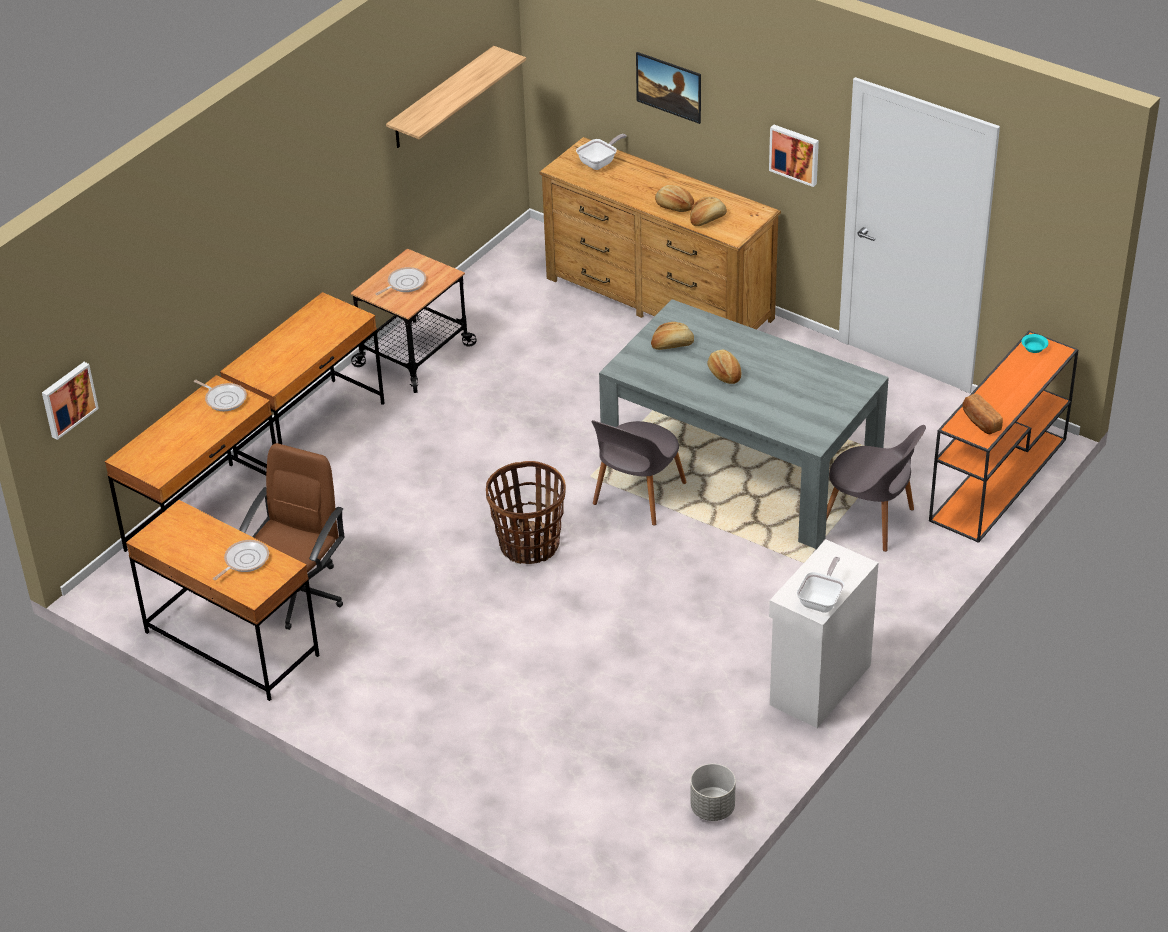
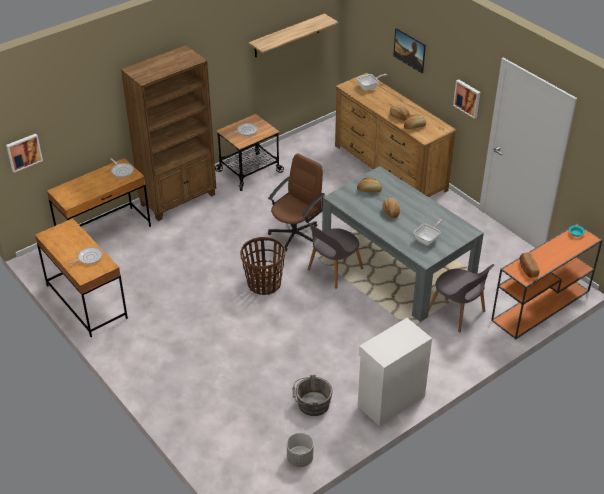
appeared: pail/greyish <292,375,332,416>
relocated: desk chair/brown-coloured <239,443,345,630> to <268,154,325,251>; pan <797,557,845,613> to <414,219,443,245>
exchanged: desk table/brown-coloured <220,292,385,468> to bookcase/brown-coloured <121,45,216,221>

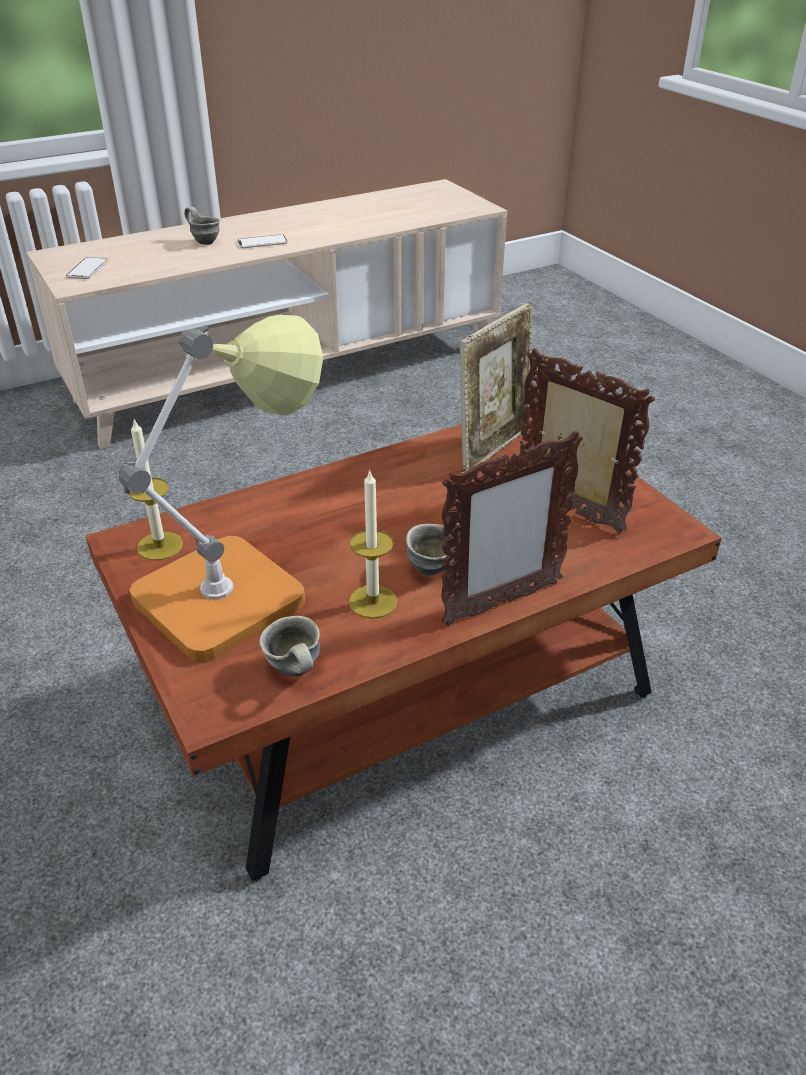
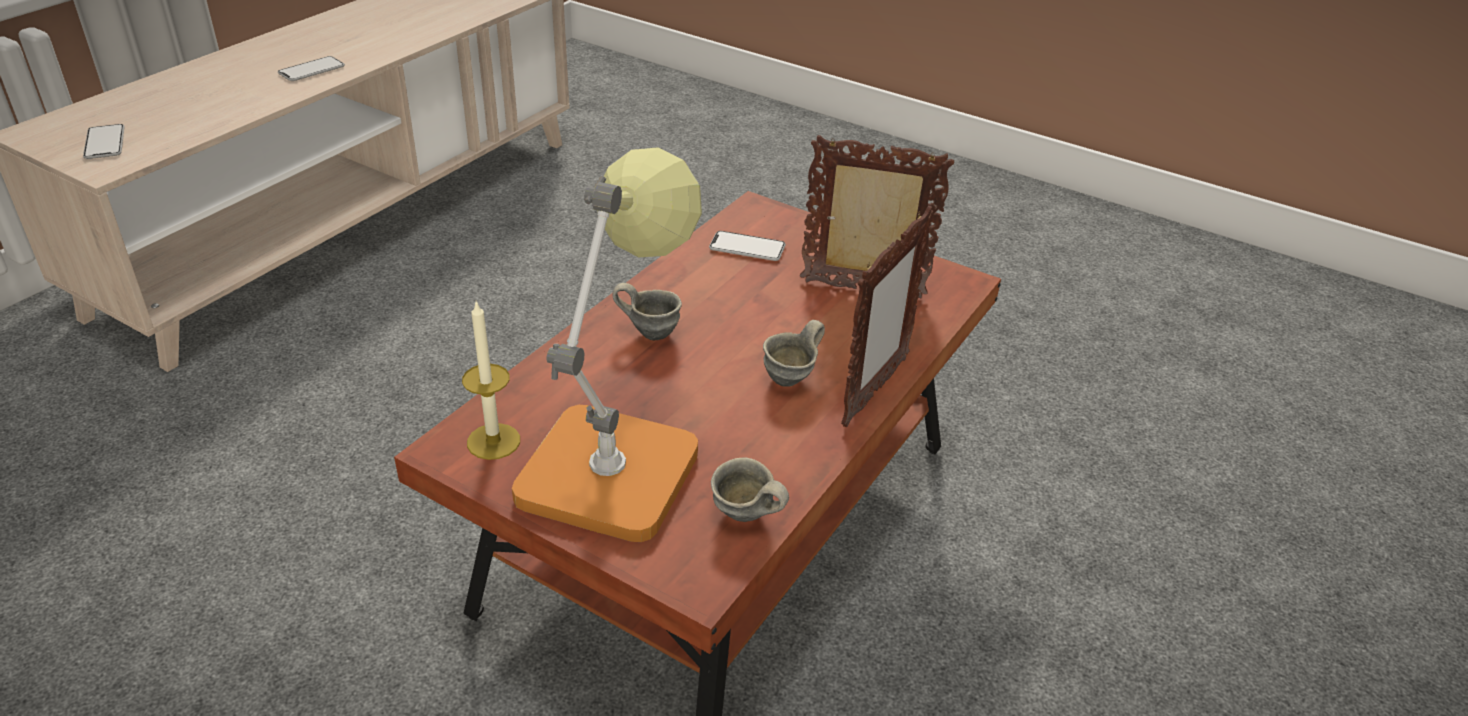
missing: candle <349,469,398,619>
relocated: tea mug/greyish <184,206,220,245> to <613,283,682,340>
exchanged: standing frame <460,302,533,471> to phone <709,231,786,261>

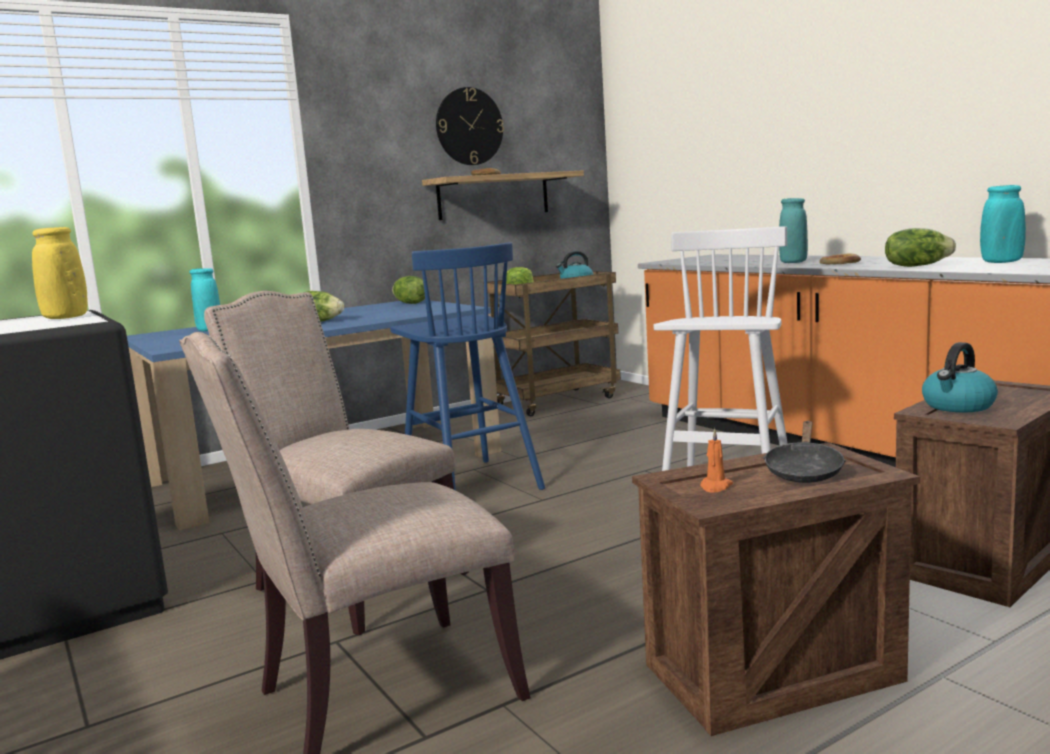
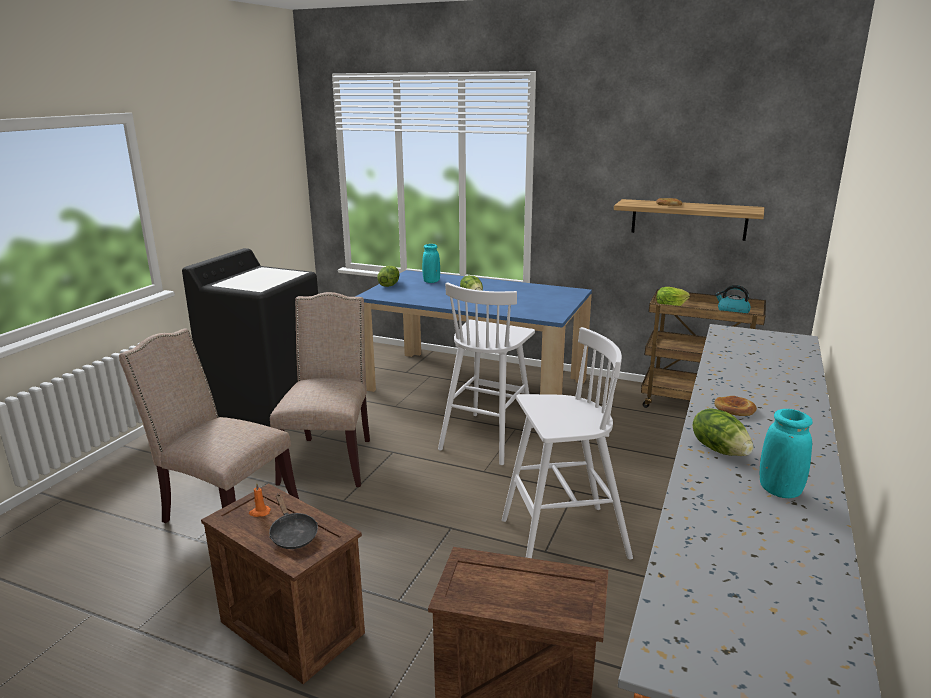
missing: decorative vase/yellow-coloured <32,227,87,319>; hanging clock <436,87,504,165>; decorative vase/turquoise <779,198,808,263>; tea kettle <922,342,998,412>
relocated: head of lettuce <392,276,425,304> to <377,266,399,287>
colour: stool seat/bluish <390,242,545,490> to stool seat/white-coloured <438,282,535,465>
spun: pan/black-coloured <763,421,846,483> = <269,493,318,549> 105 degrees counterclockwise

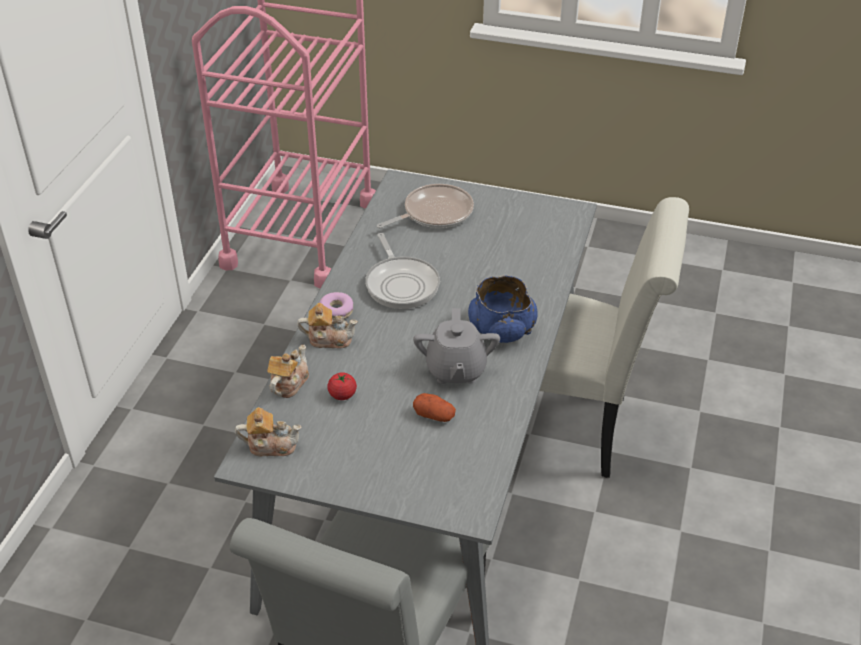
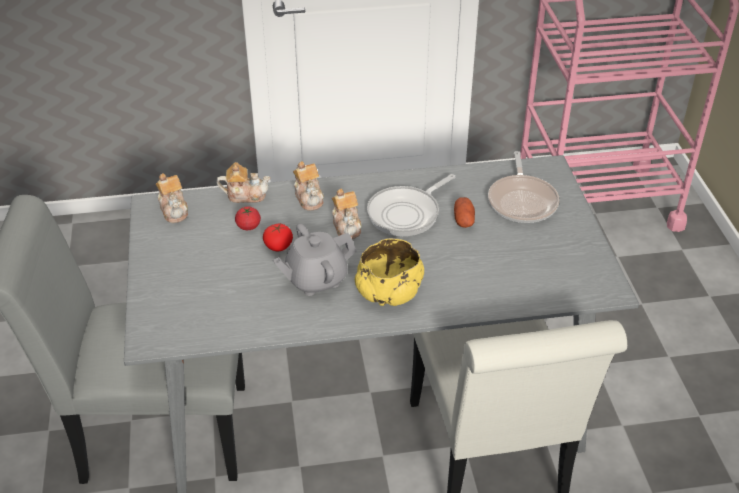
missing: doughnut <319,292,353,320>
appeared: whole tomato <263,224,293,251>; teapot <332,189,362,239>
relocated: spud <413,393,456,422> to <454,197,475,228>
colour: deep dish/bluish <468,275,538,343> to deep dish/yellow-coloured <355,238,424,306>
spun: pan <377,184,474,228> = <488,151,559,223> 60 degrees clockwise

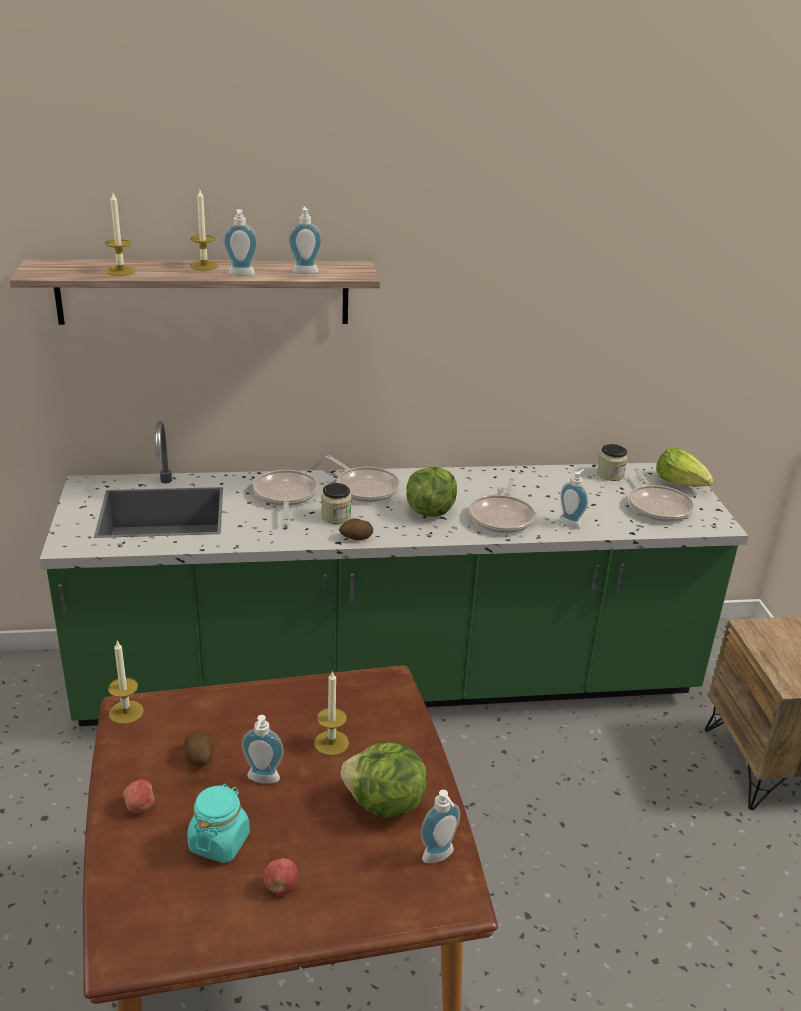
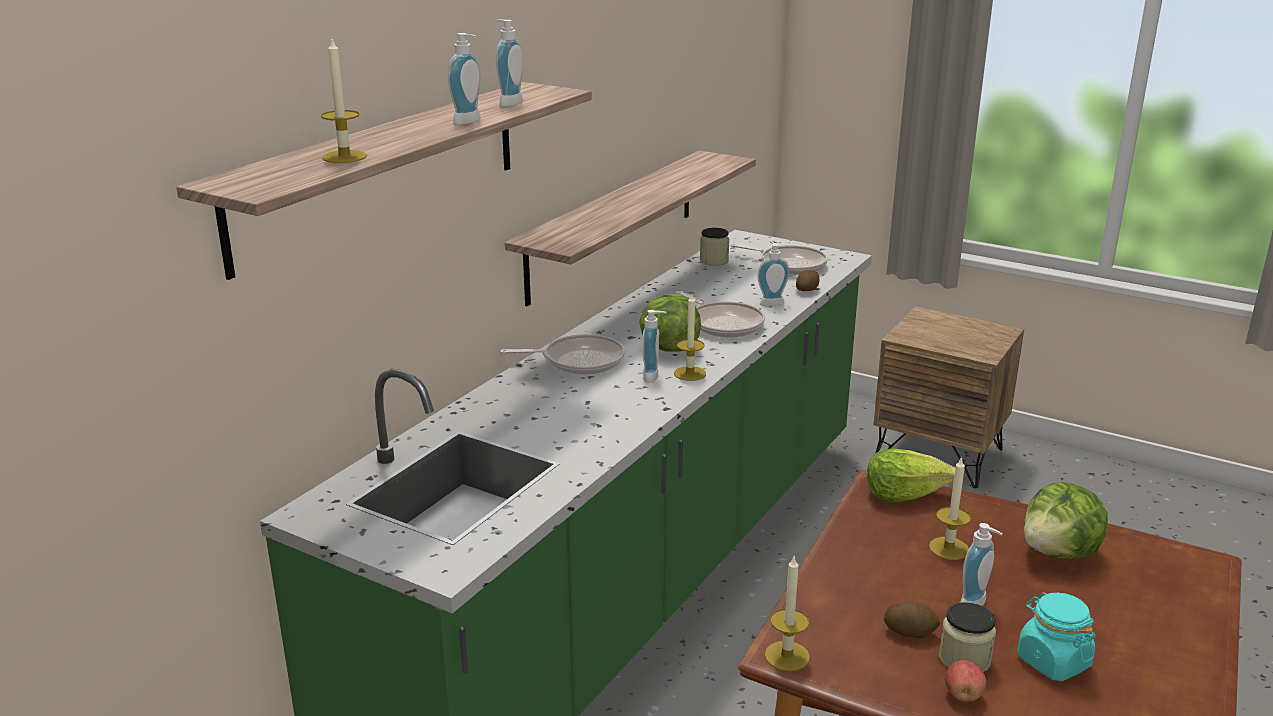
missing: pan <253,470,318,520>; whole apple <264,858,299,895>
appeared: wall shelf <505,151,756,306>
relocated: candle <190,190,218,270> to <674,294,706,381>; jar <321,483,351,524> to <939,602,996,672>; spud <339,518,373,540> to <796,270,820,291>; liquid soap bottle <421,790,460,863> to <643,310,666,383>; head of lettuce <657,448,714,486> to <867,449,955,502>

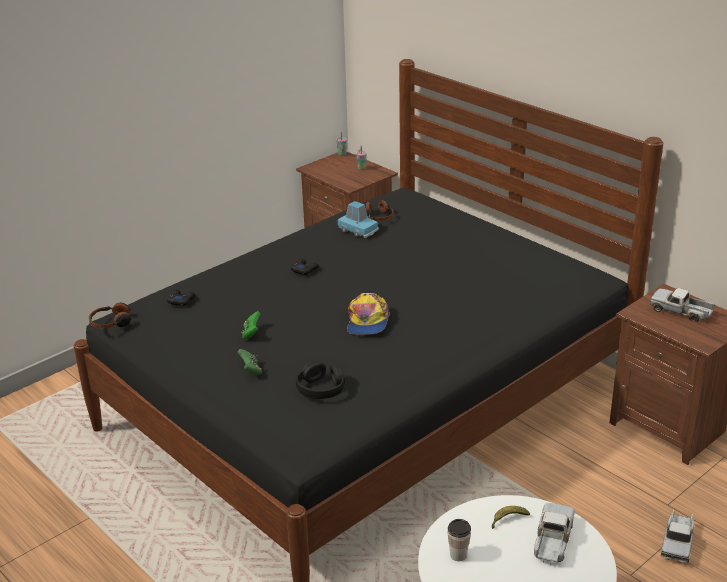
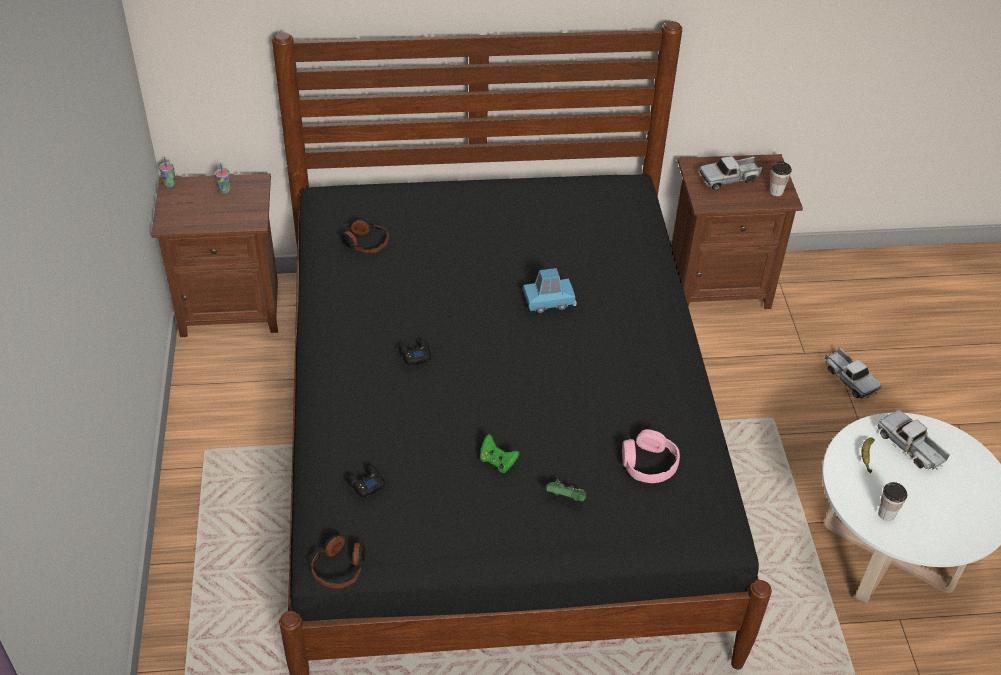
missing: cap <347,293,390,335>
appeared: drinking cup <770,161,792,196>
relocated: model car/bluish <338,201,379,238> to <523,268,577,313>
colour: headphones/black-coloured <296,361,345,399> to headphones/pink <622,429,680,483>

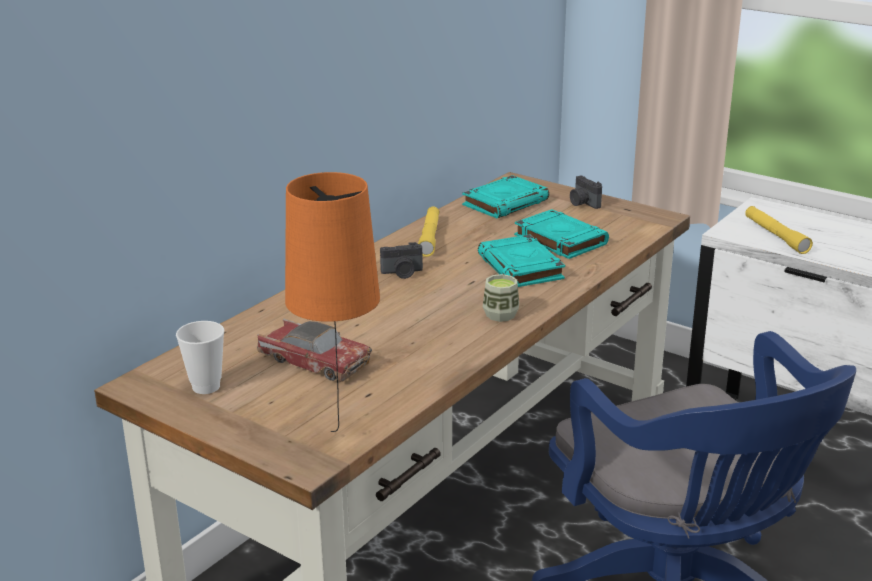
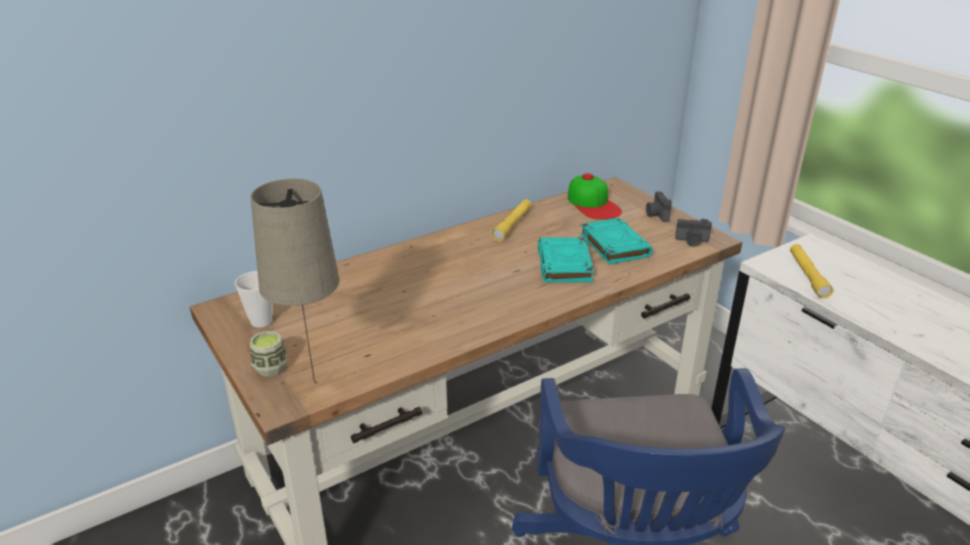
missing: model car <257,319,372,381>
relocated: photo camera <380,242,423,279> to <675,219,712,247>; drinking cup <483,274,519,322> to <250,331,287,377>
exchanged: book/turquoise <462,175,549,218> to cap <568,173,622,220>
colour: tabletop lamp/orange-coloured <285,172,380,432> to tabletop lamp/beige <251,179,339,384>

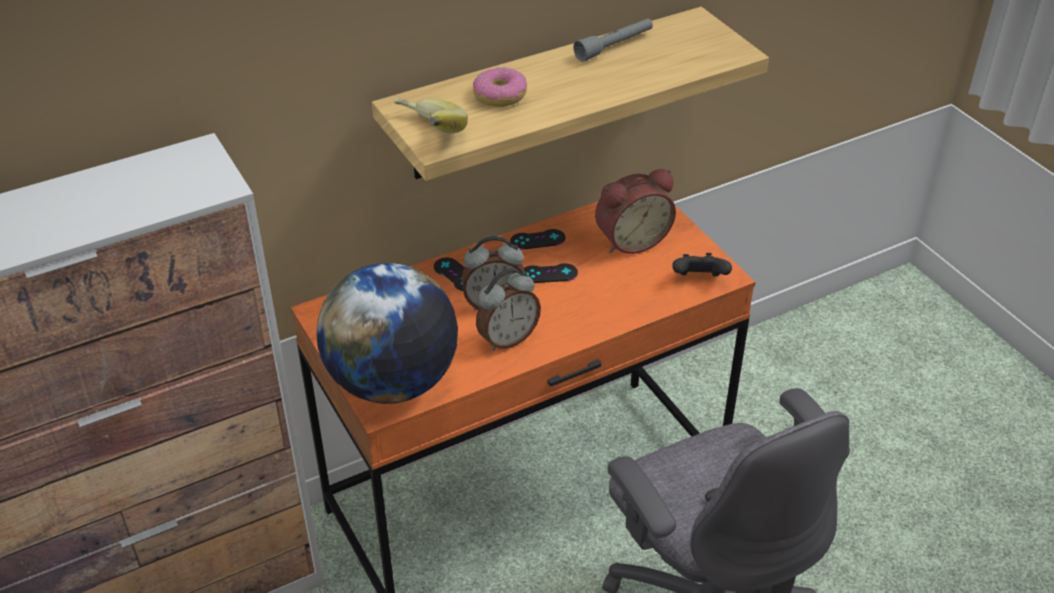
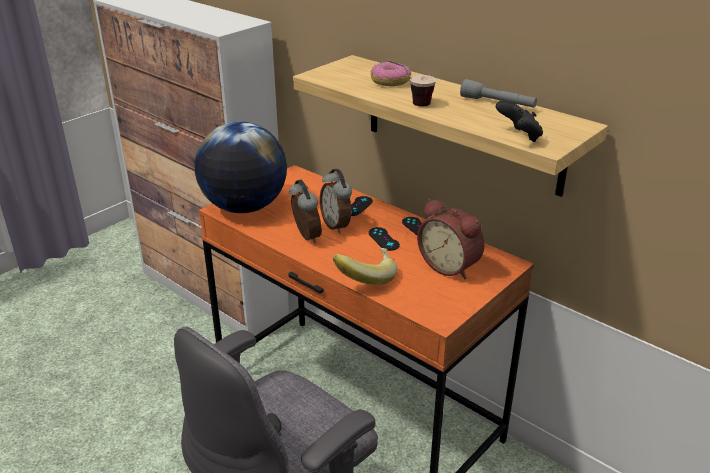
appeared: drinking cup <388,60,436,107>
relocated: banana fruit <394,97,468,133> to <333,248,398,285>; game controller/black-coloured <672,253,732,277> to <496,100,543,142>
spun: alarm clock <476,268,541,351> = <289,179,322,243> 150 degrees counterclockwise

